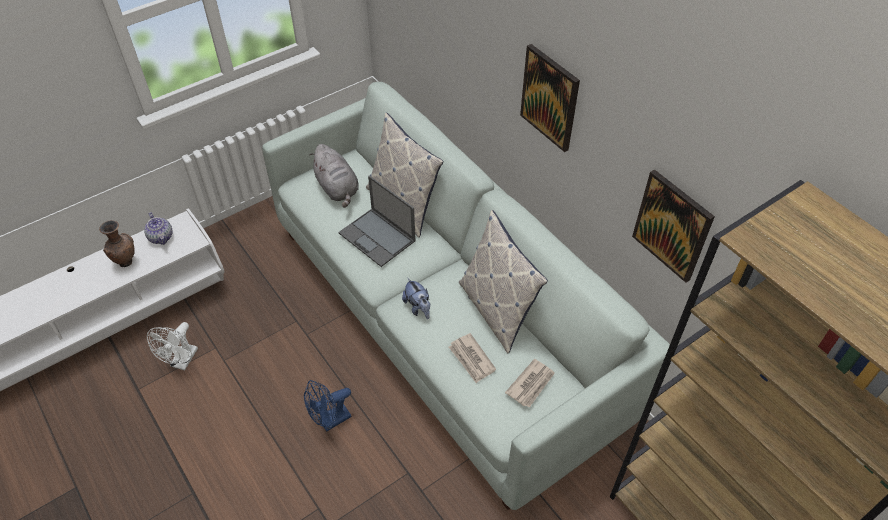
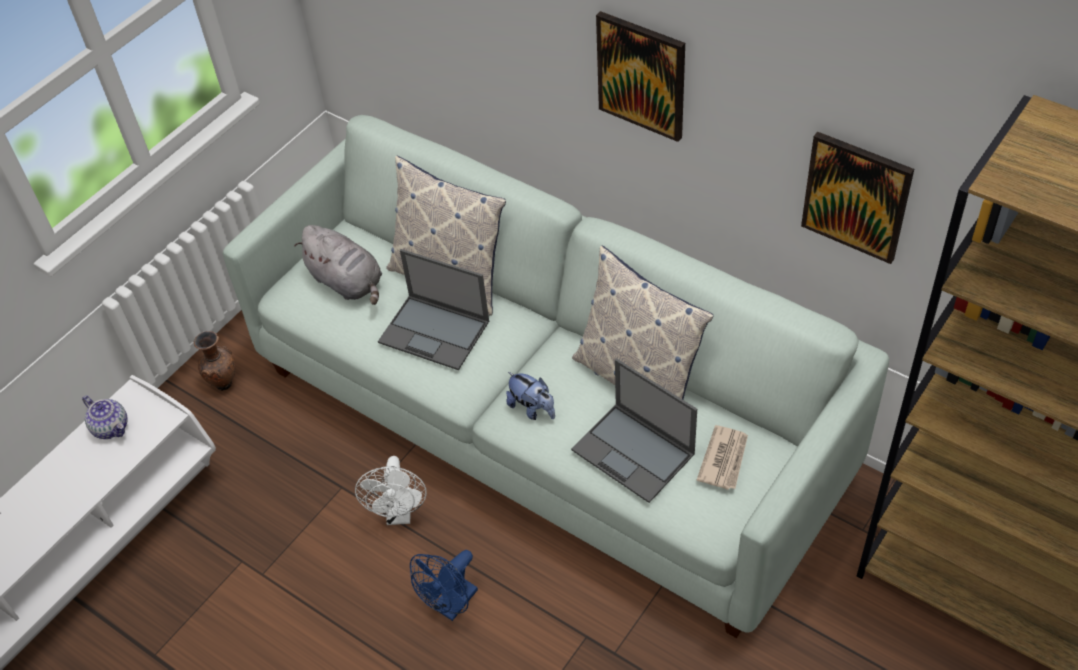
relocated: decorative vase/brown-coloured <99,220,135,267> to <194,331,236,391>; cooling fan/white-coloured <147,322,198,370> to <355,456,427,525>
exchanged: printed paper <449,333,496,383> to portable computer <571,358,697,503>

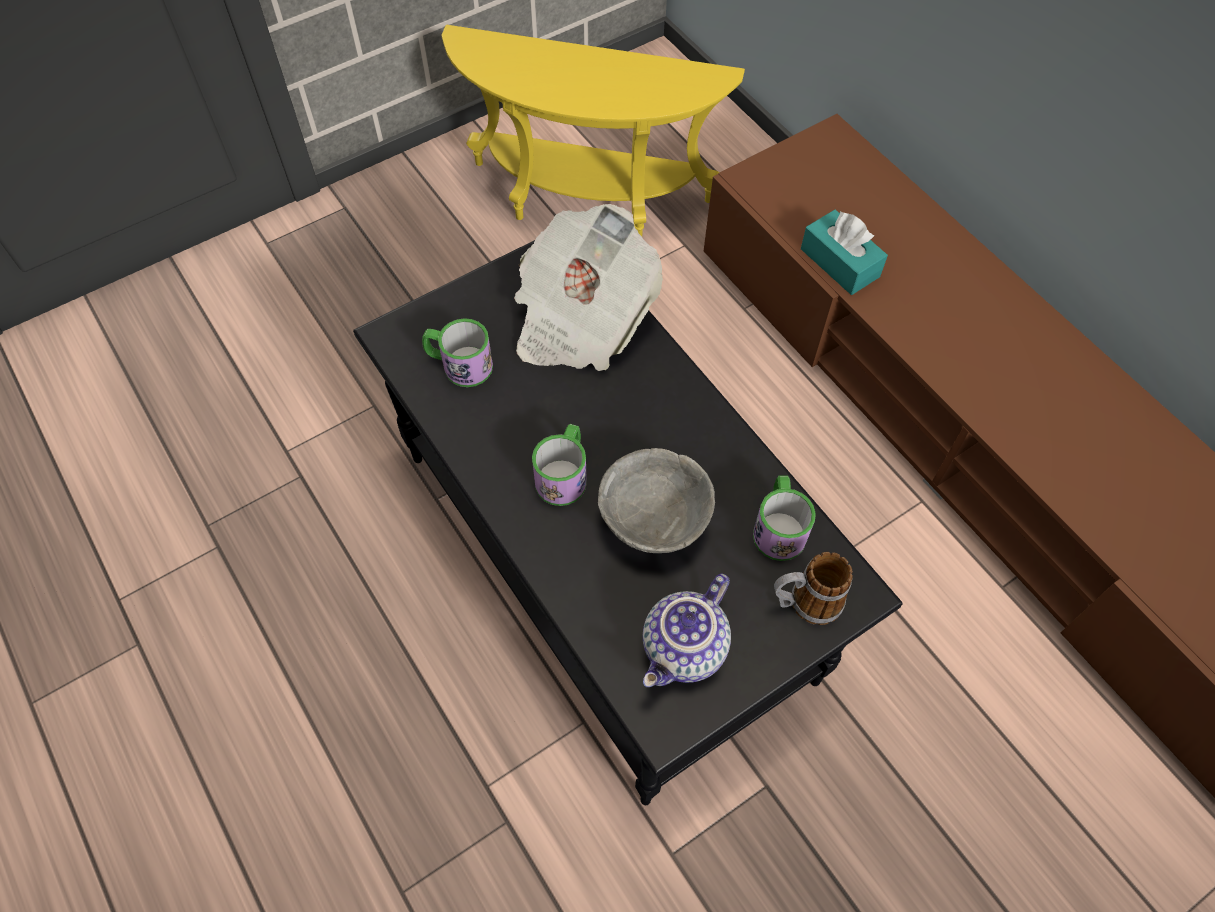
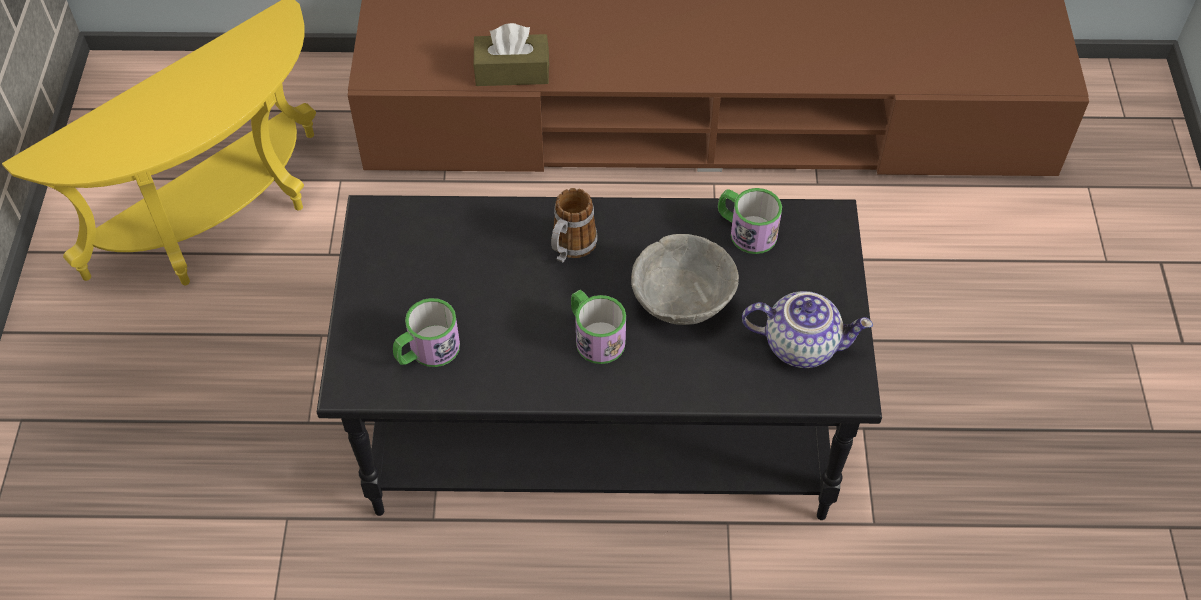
missing: printed paper <514,204,663,371>
relocated: tea mug <774,552,853,625> to <551,188,598,262>
colour: tissue box/turquoise <801,210,888,295> to tissue box/brown-coloured <474,23,549,86>
spun: teapot <642,573,731,687> = <742,291,873,368> 60 degrees counterclockwise

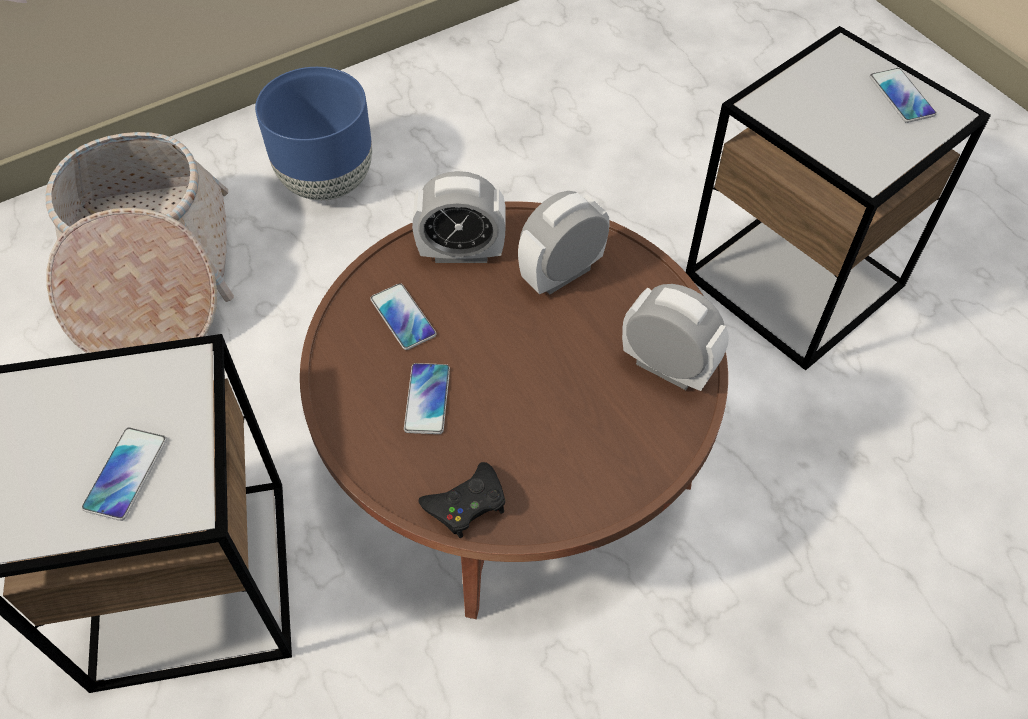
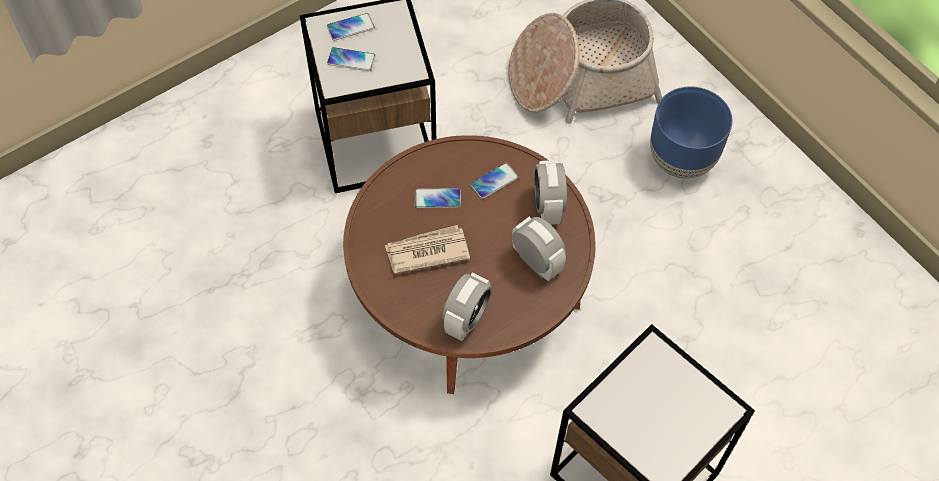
missing: game controller/black-coloured <419,462,505,538>
appeared: printed paper <385,225,470,274>
relocated: phone <870,68,936,123> to <327,13,375,41>

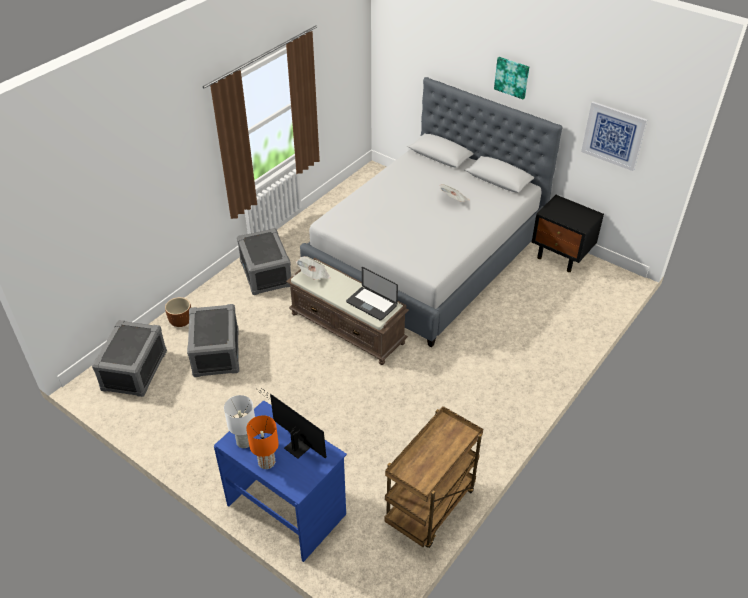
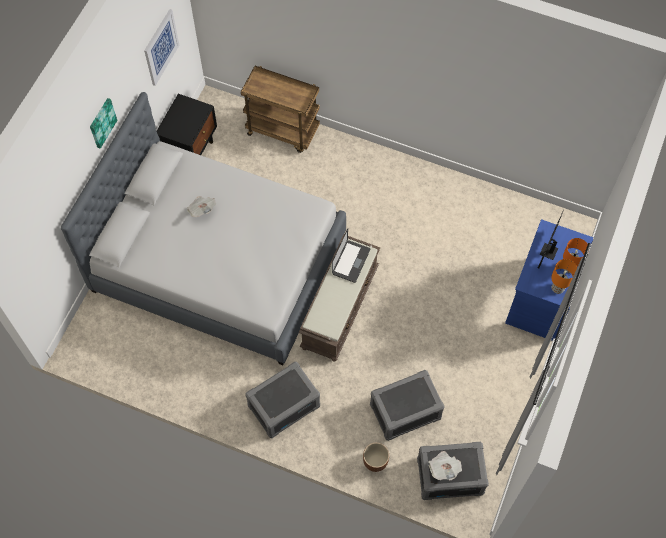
relocated: printed paper <296,256,331,280> to <428,451,462,480>; trolley/brown-coloured <384,406,483,548> to <241,66,320,153>
colour: tabletop lamp/white-coloured <224,395,255,448> to tabletop lamp/orange-coloured <551,259,577,294>

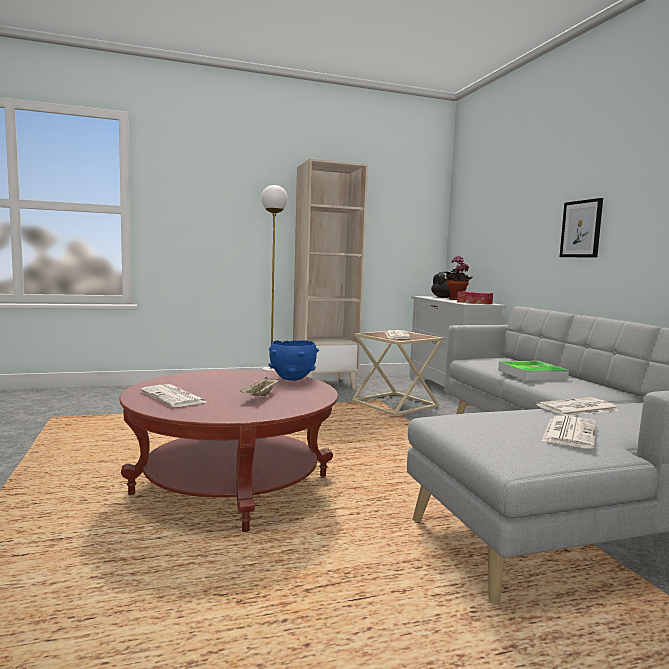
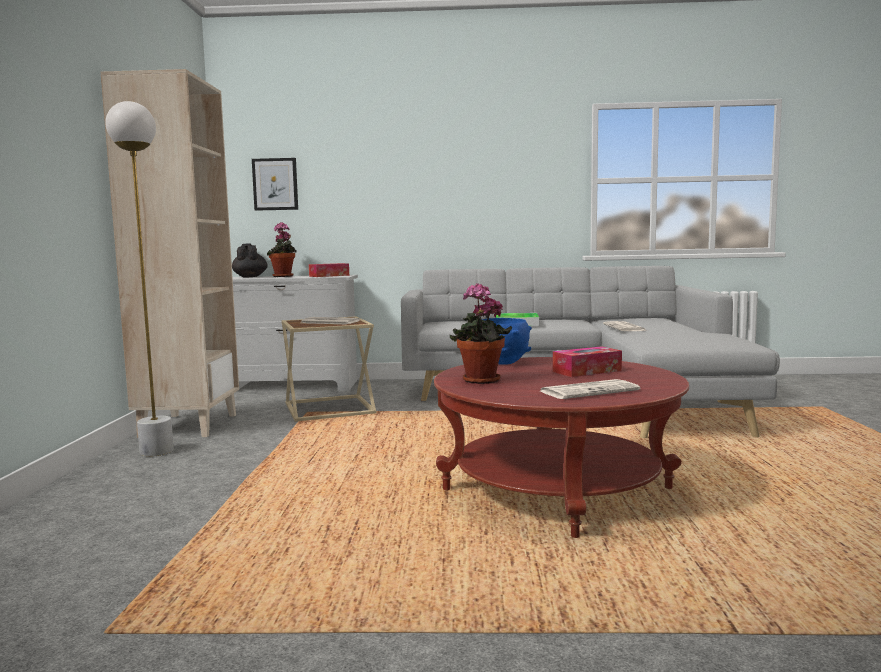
missing: printed paper <542,415,596,449>
appeared: plant in a pot <450,283,512,384>
relocated: wall picture <559,198,603,257> to <252,158,298,211>
exchanged: serving tray/beige <240,377,279,396> to tissue box <553,346,622,377>

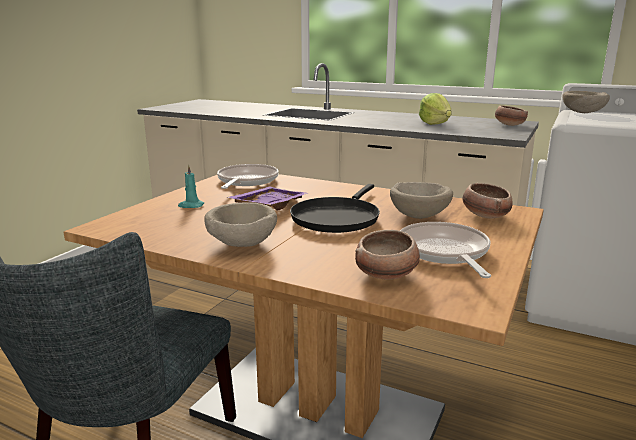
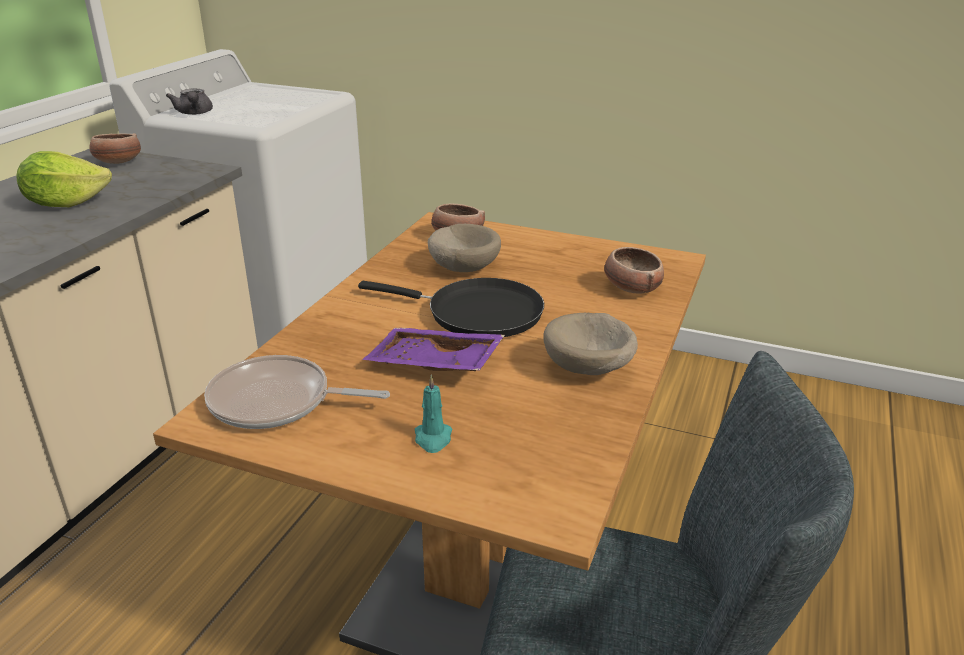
missing: pan <400,222,491,278>
exchanged: deep dish/beige <563,91,610,113> to teapot/greyish <166,88,213,115>

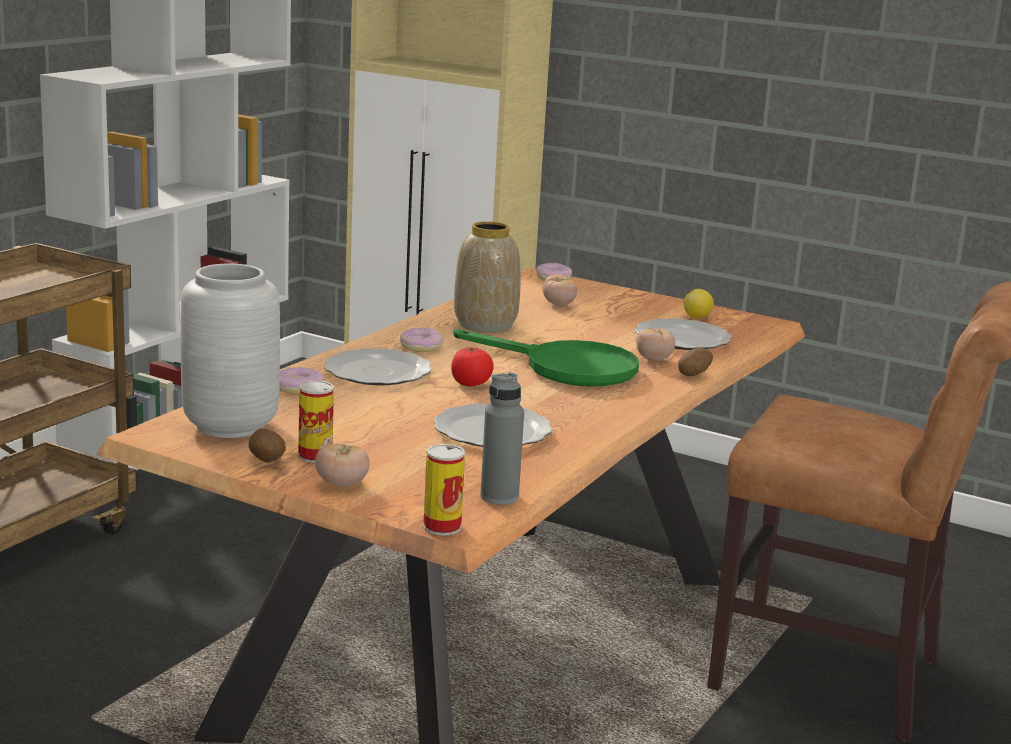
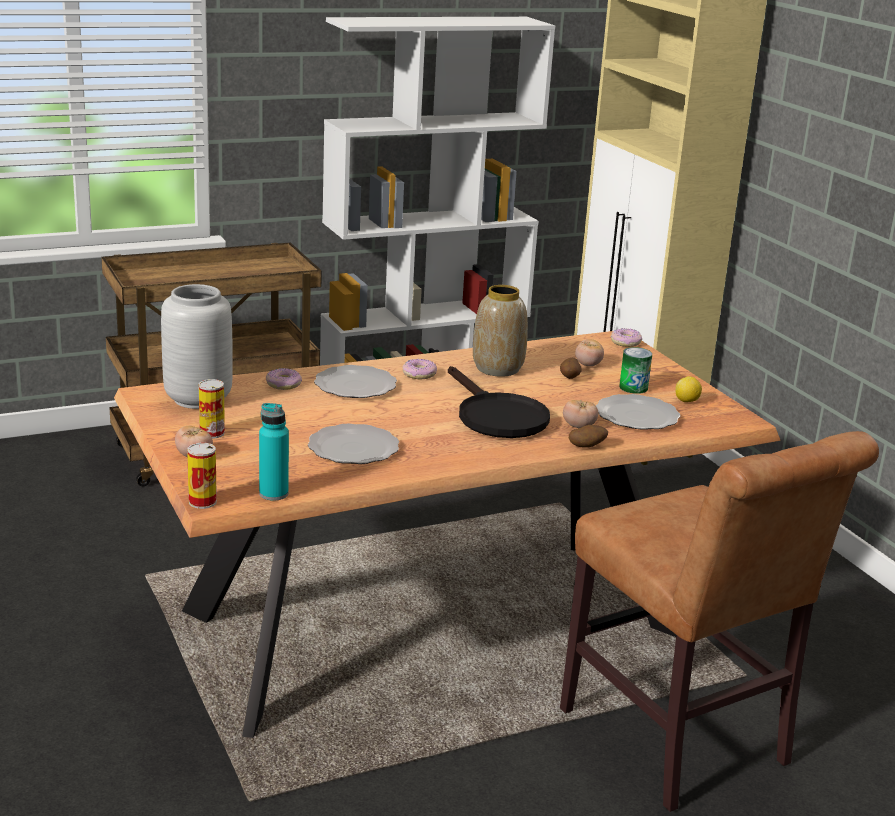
missing: whole tomato <451,347,494,386>
appeared: sealed can <619,347,652,394>
relocated: spud <249,428,286,463> to <560,358,582,379>
colour: pan/green-coloured <453,329,639,387> to pan/black-coloured <448,366,550,438>; beverage bottle/greyish <480,372,524,505> to beverage bottle/turquoise <259,403,289,501>

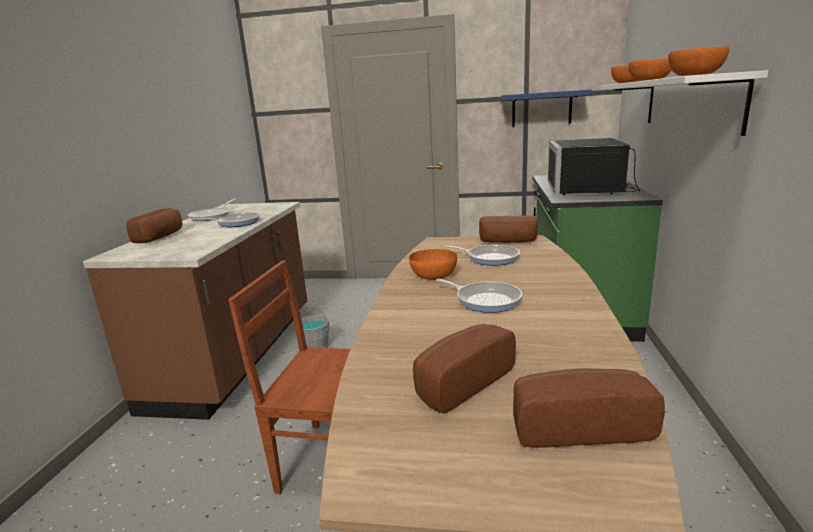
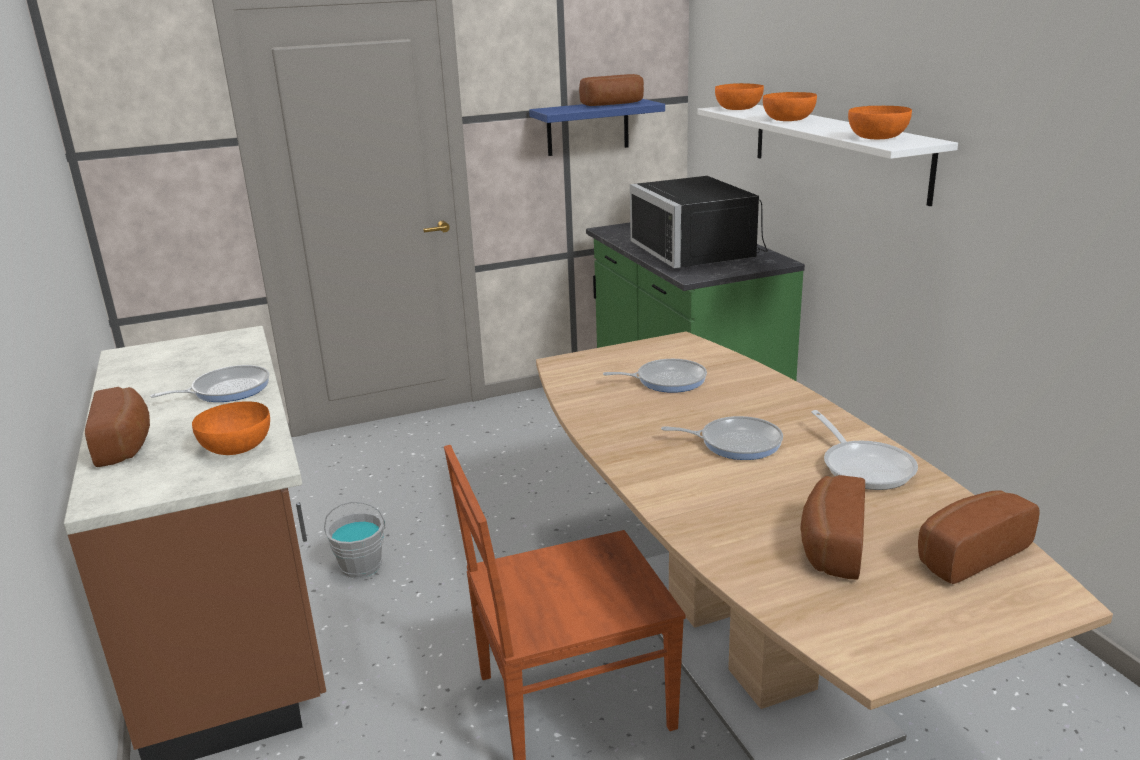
relocated: pan <188,198,236,221> to <811,410,918,490>; deep dish/orange-coloured <409,249,457,280> to <192,401,270,455>; bakery bread <479,215,538,243> to <579,74,644,106>

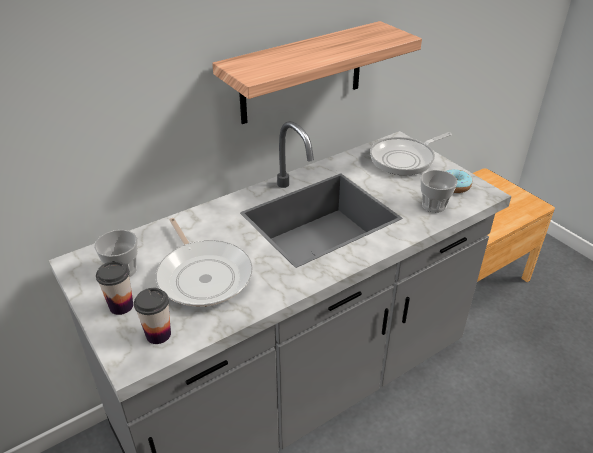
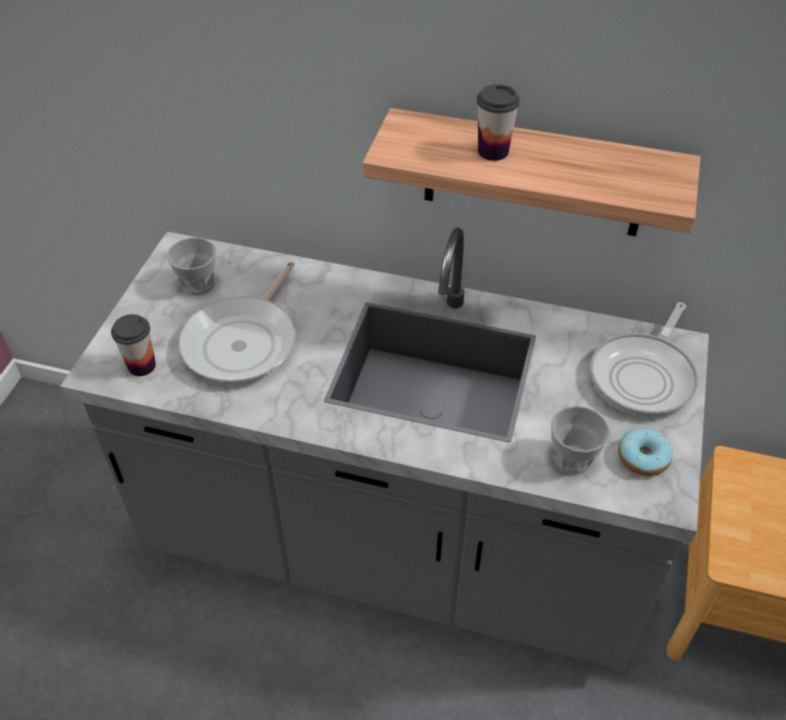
relocated: drinking cup <96,261,133,315> to <477,84,520,161>
spun: pan <370,132,452,175> = <590,302,698,418> 75 degrees counterclockwise

